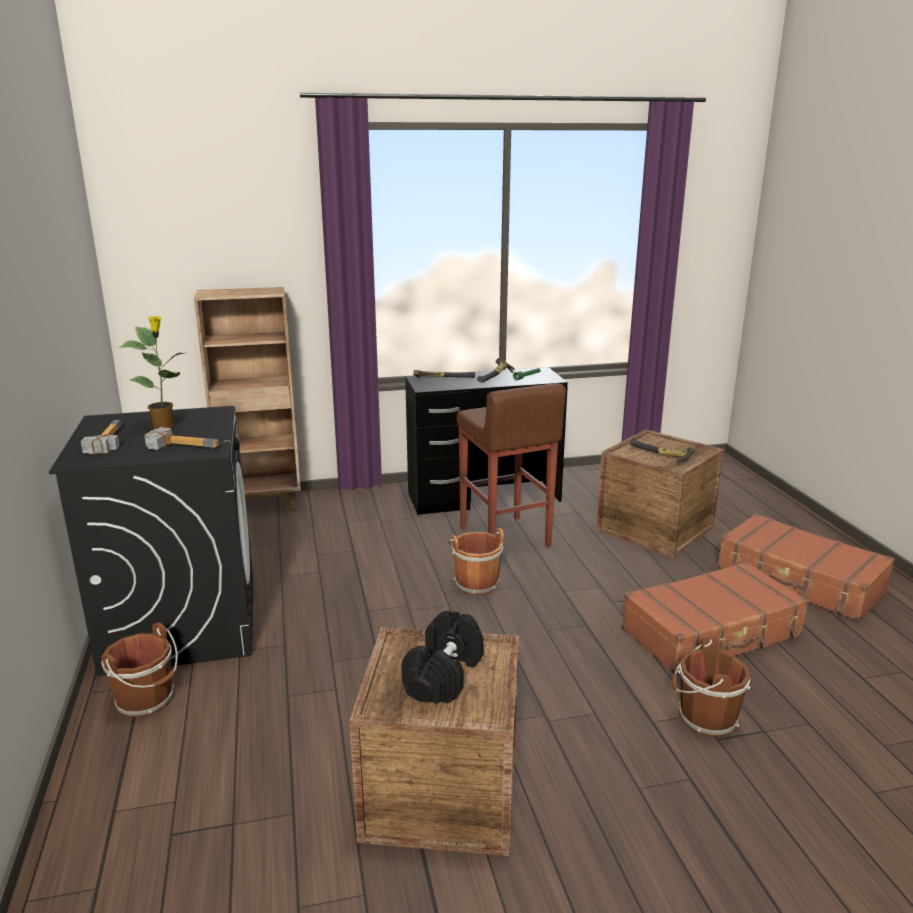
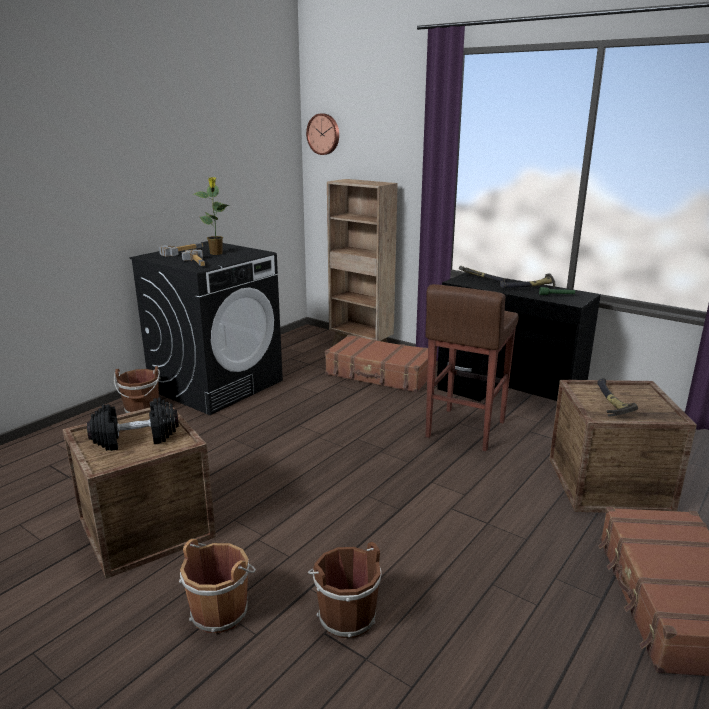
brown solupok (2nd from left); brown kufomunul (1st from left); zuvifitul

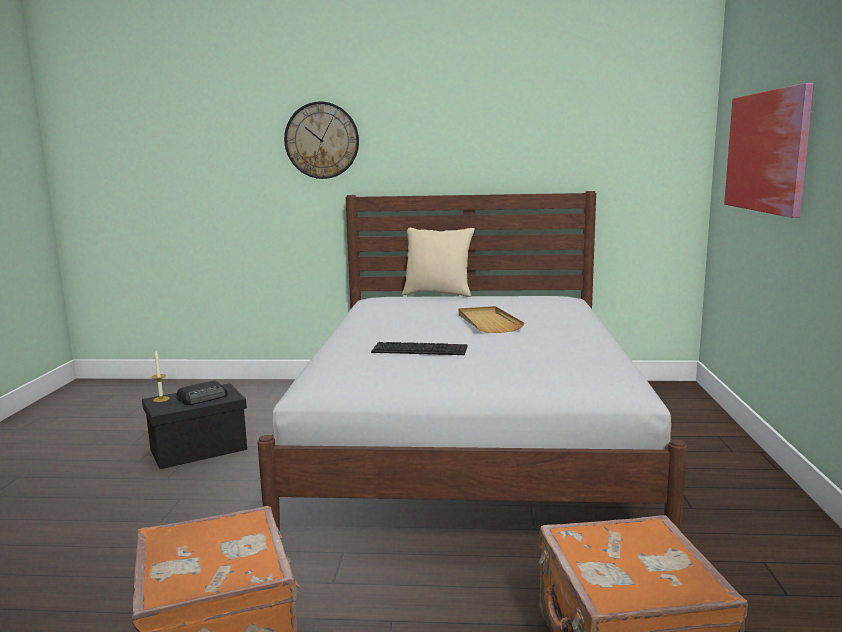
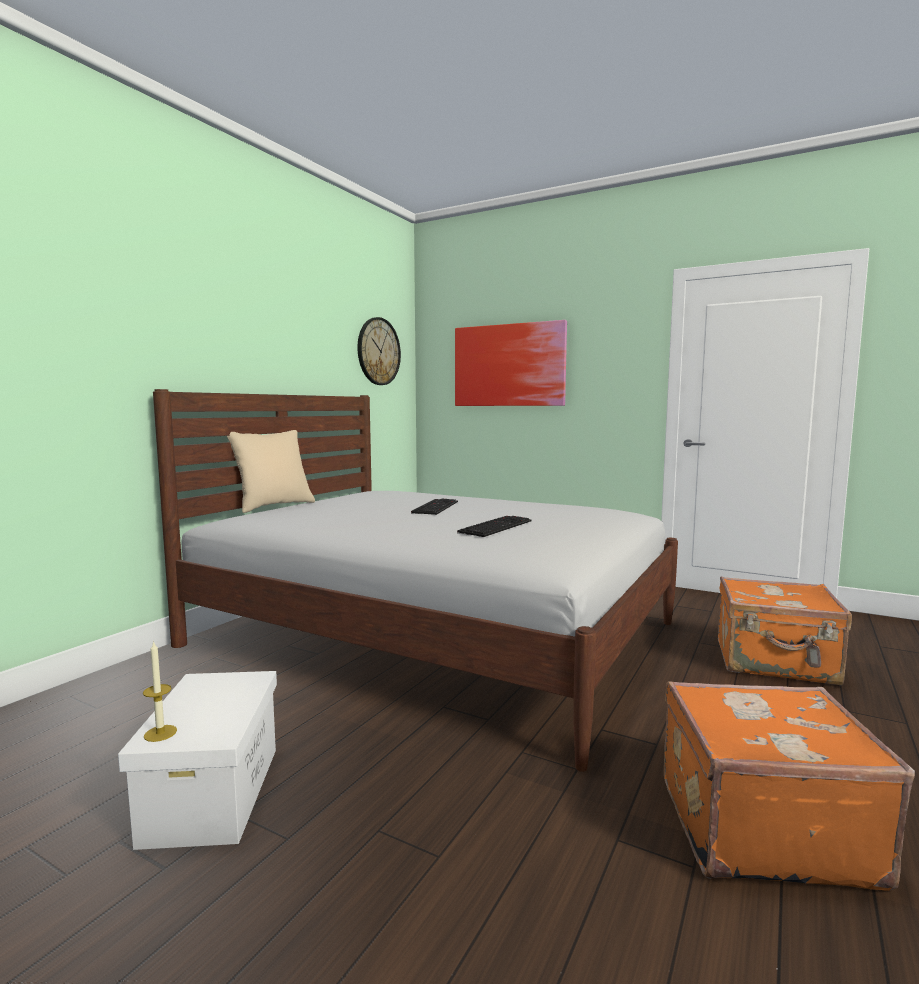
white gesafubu; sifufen; zuvifitul; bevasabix (1st from left)

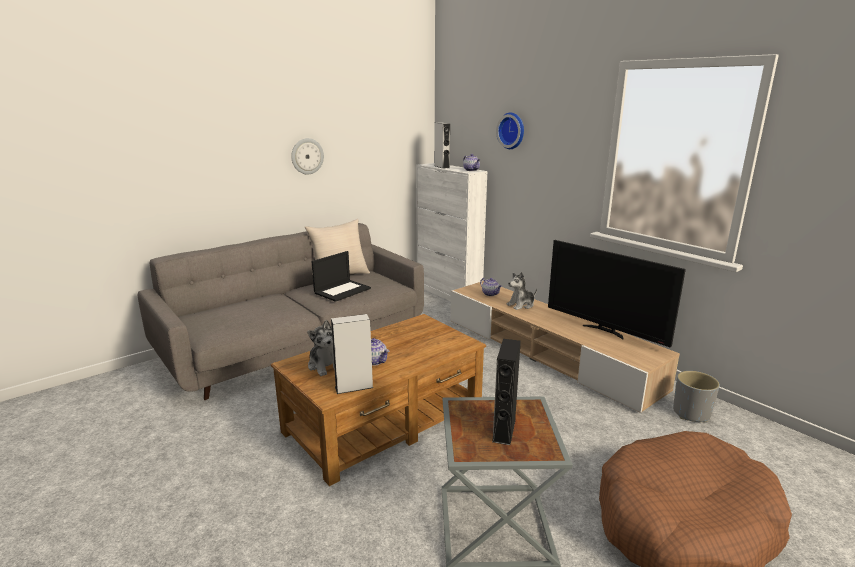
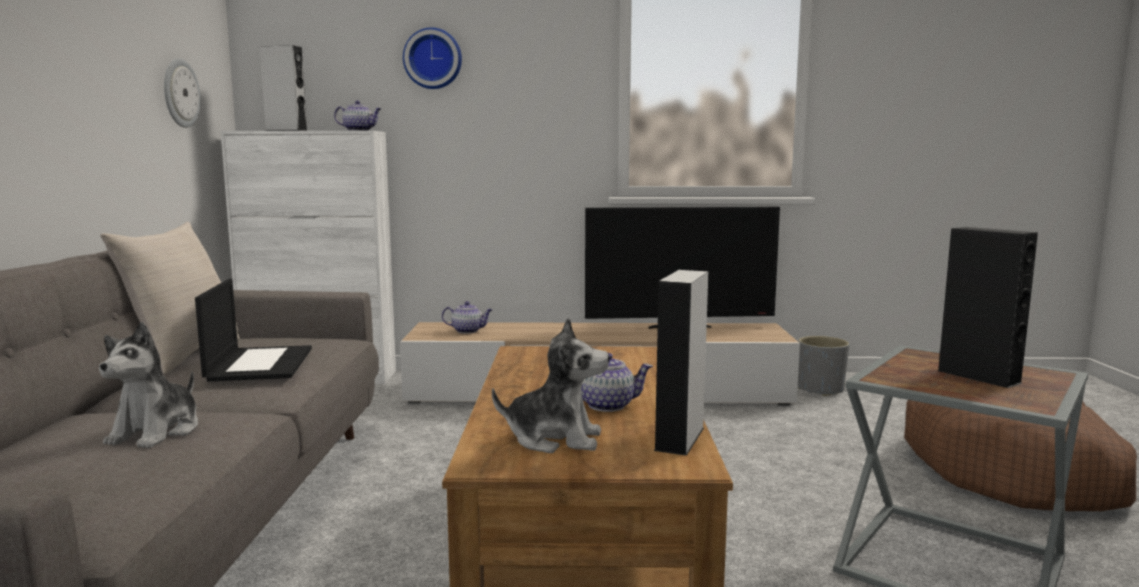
zuvifitul (1st from left); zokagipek (1st from left)

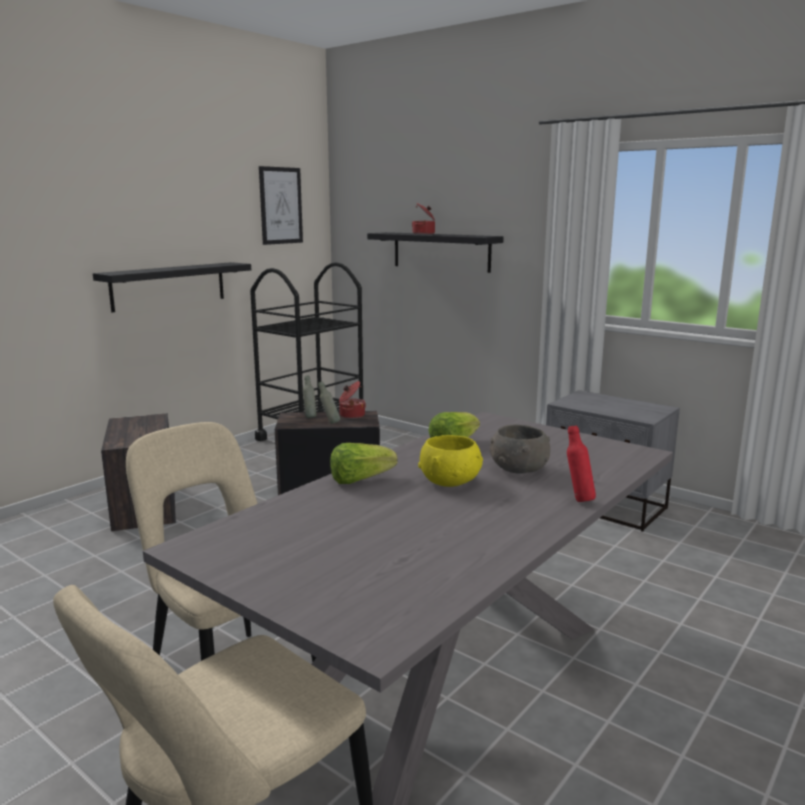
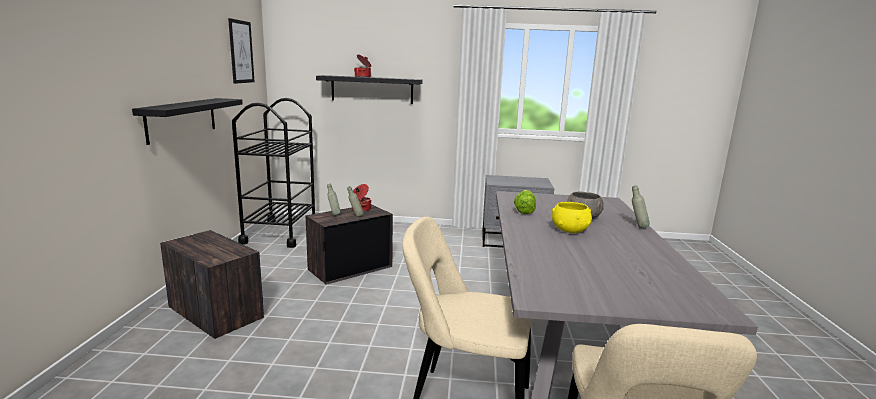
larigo (1st from left in the first image); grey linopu (3rd from left)

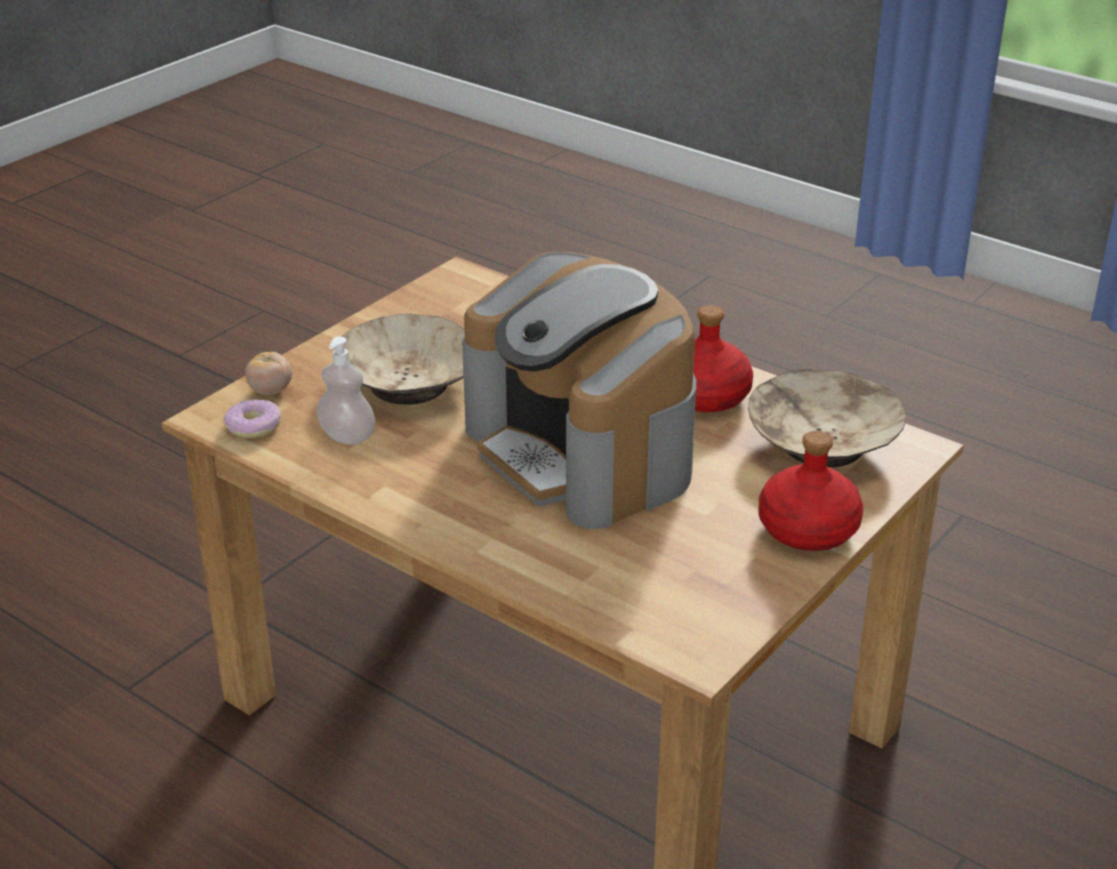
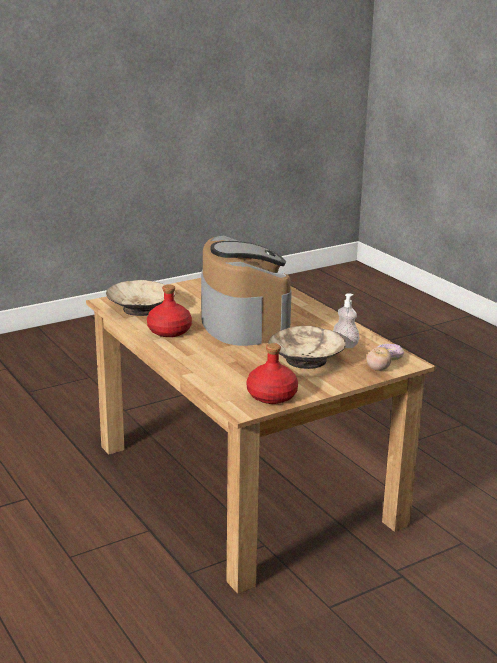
red linopu (2nd from left)

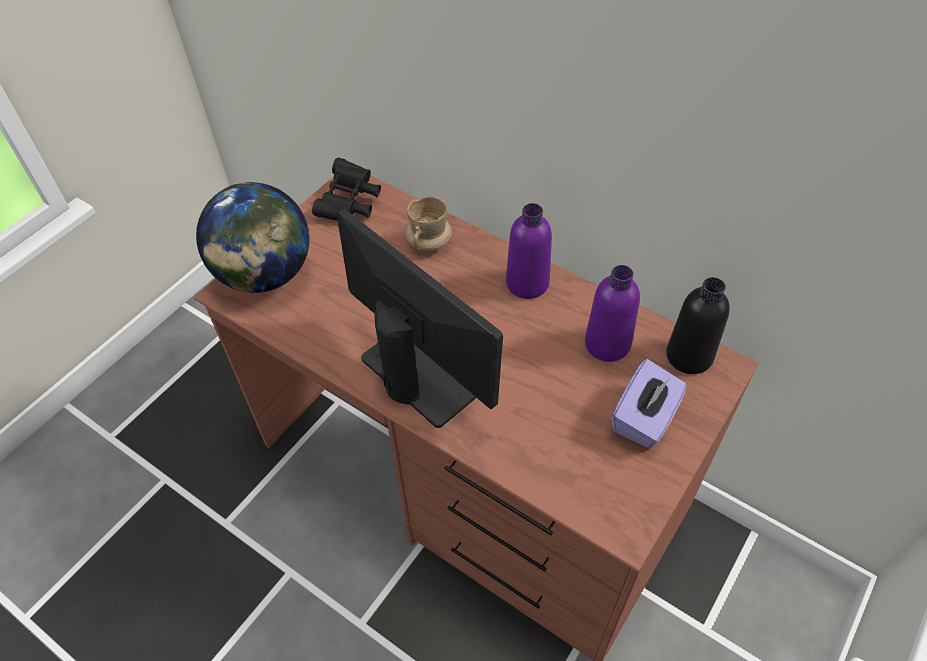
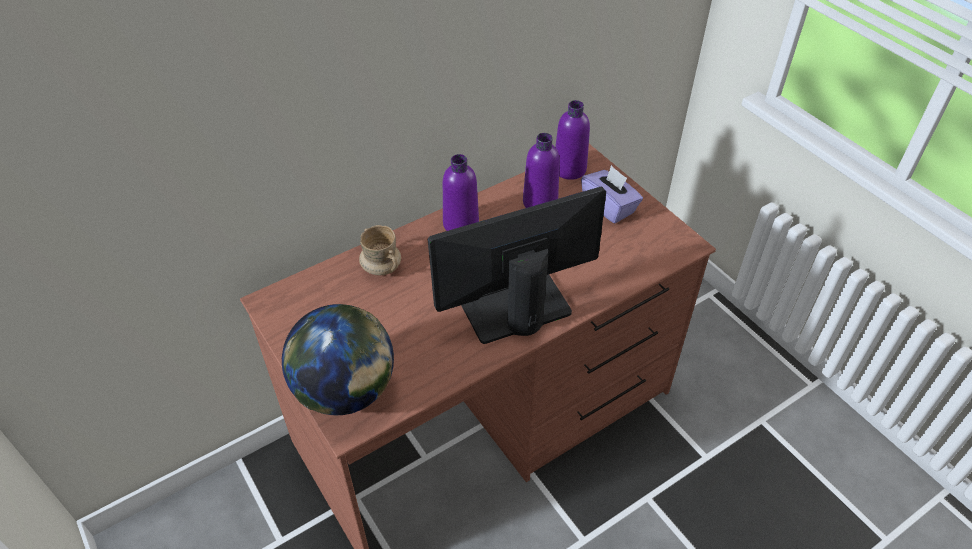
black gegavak; purple linopu (3rd from left)

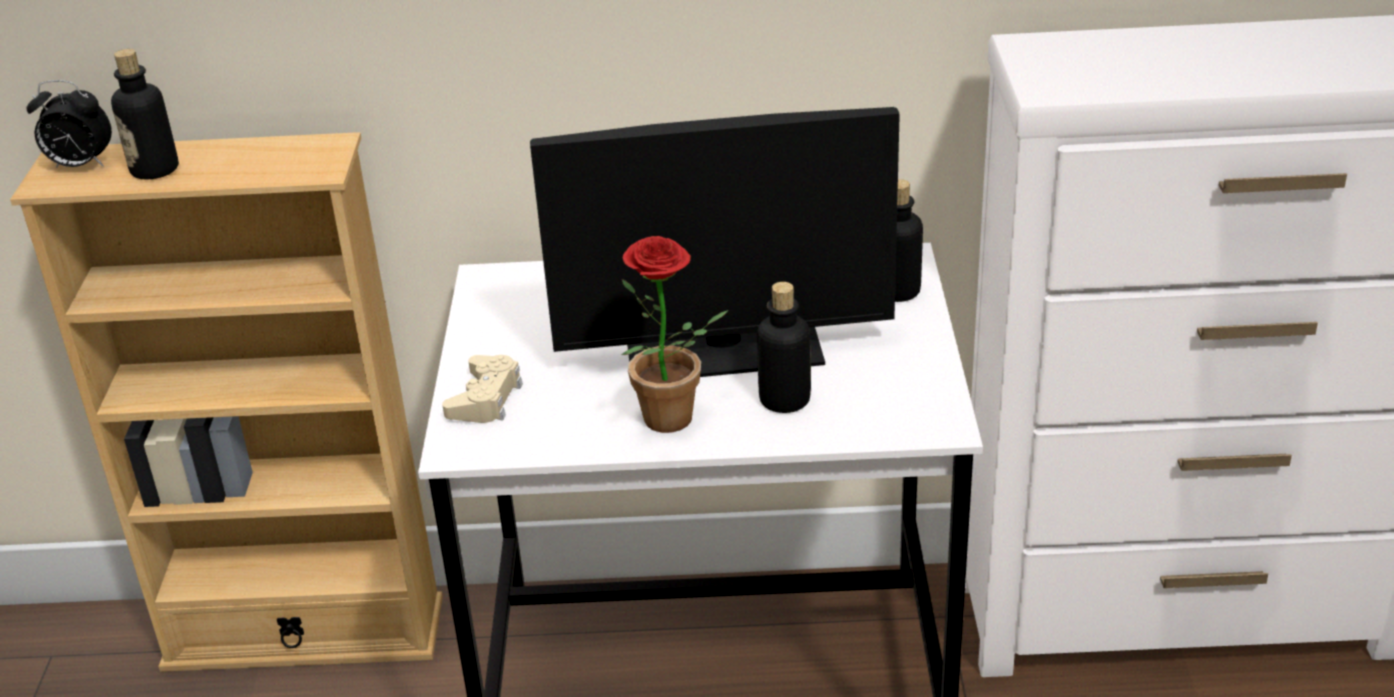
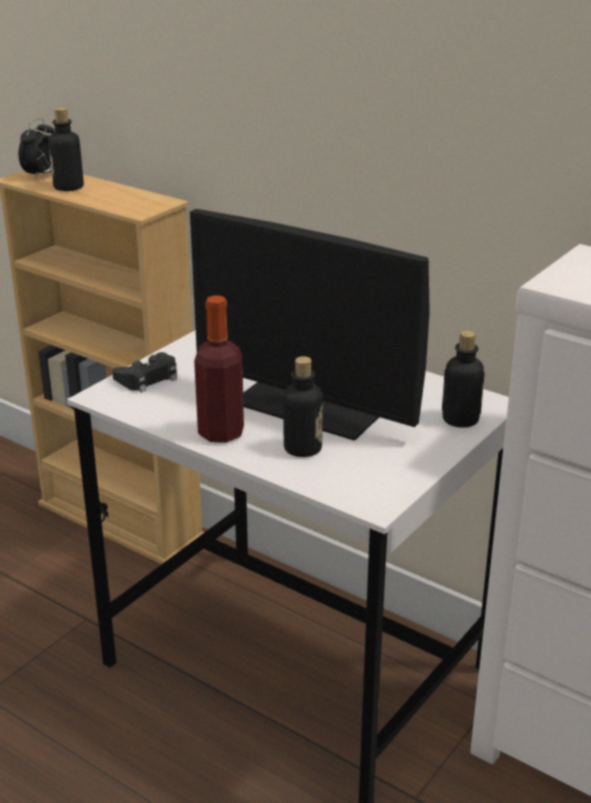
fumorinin; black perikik; linopu (2nd from left)

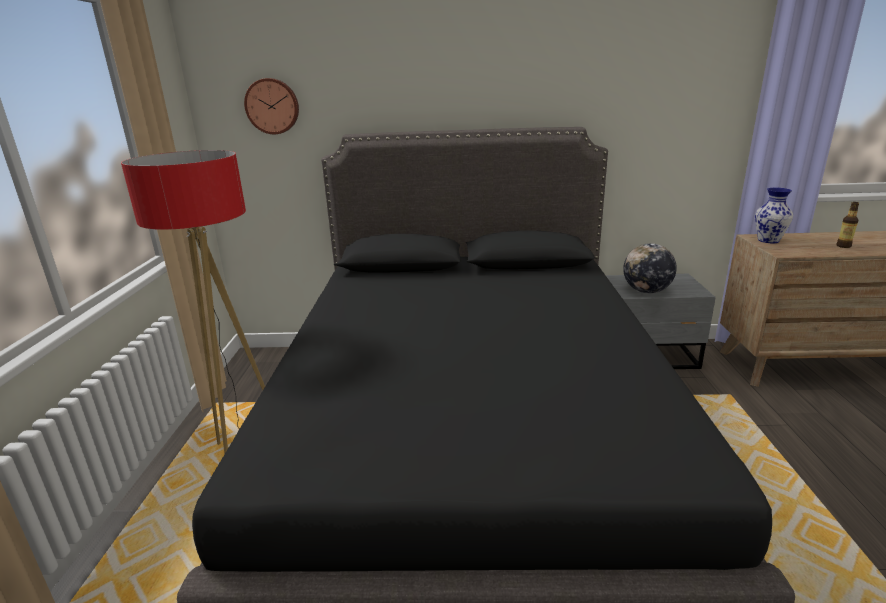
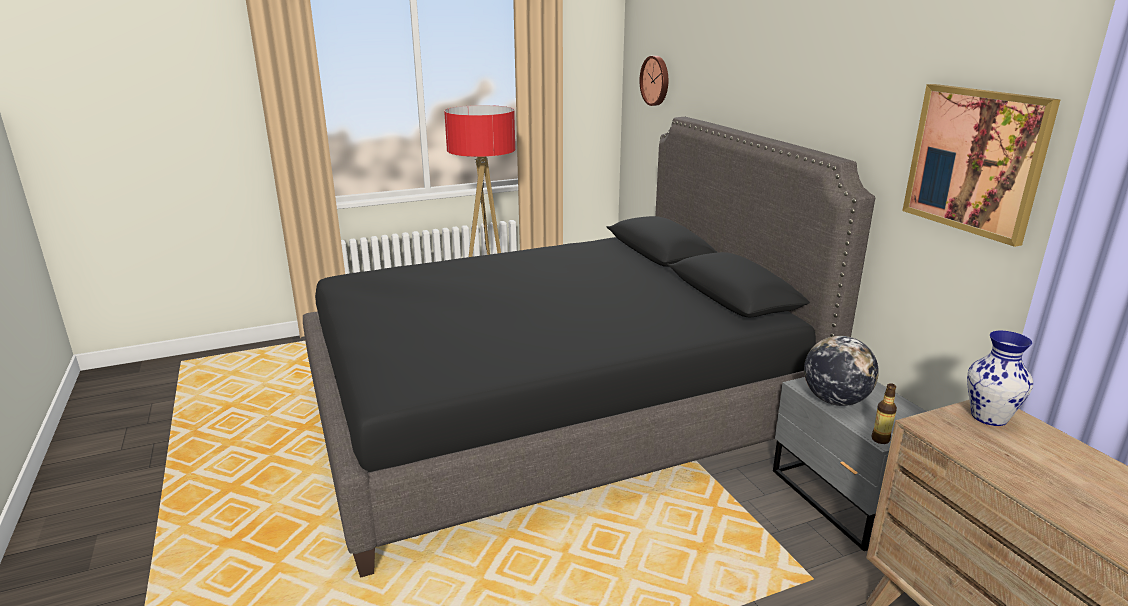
linopu; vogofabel

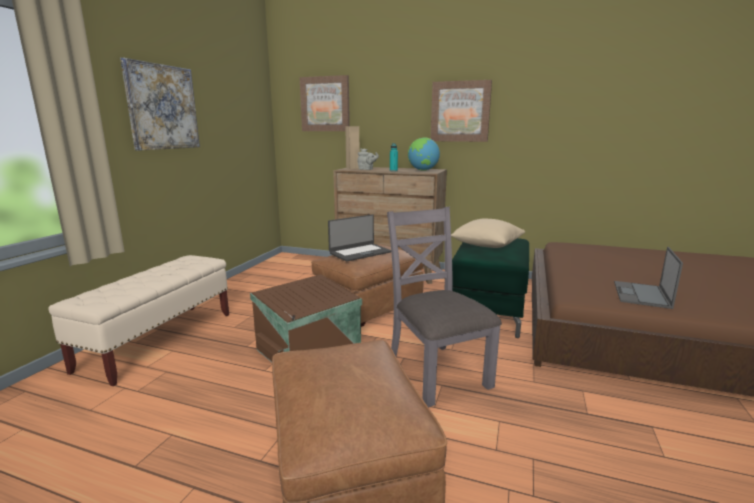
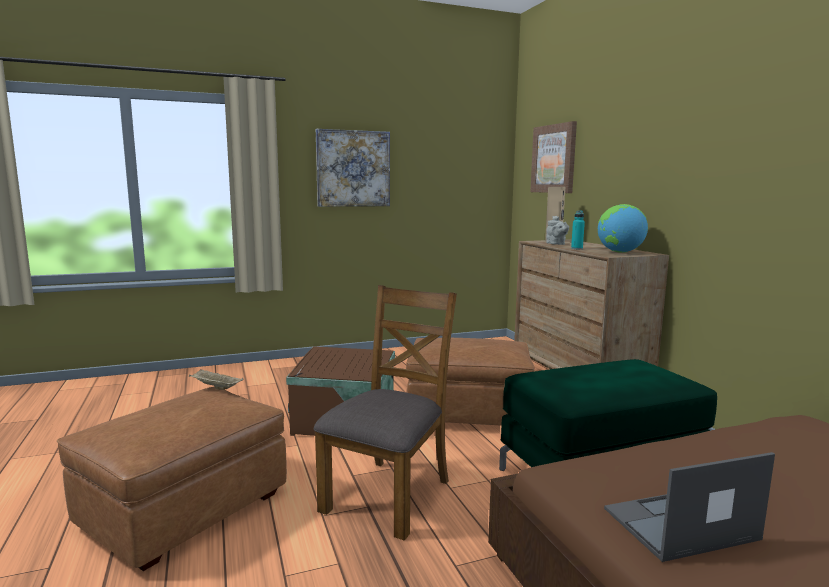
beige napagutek; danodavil (1st from left in the first image); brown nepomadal; vogofabel (3rd from left in the first image); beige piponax; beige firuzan

